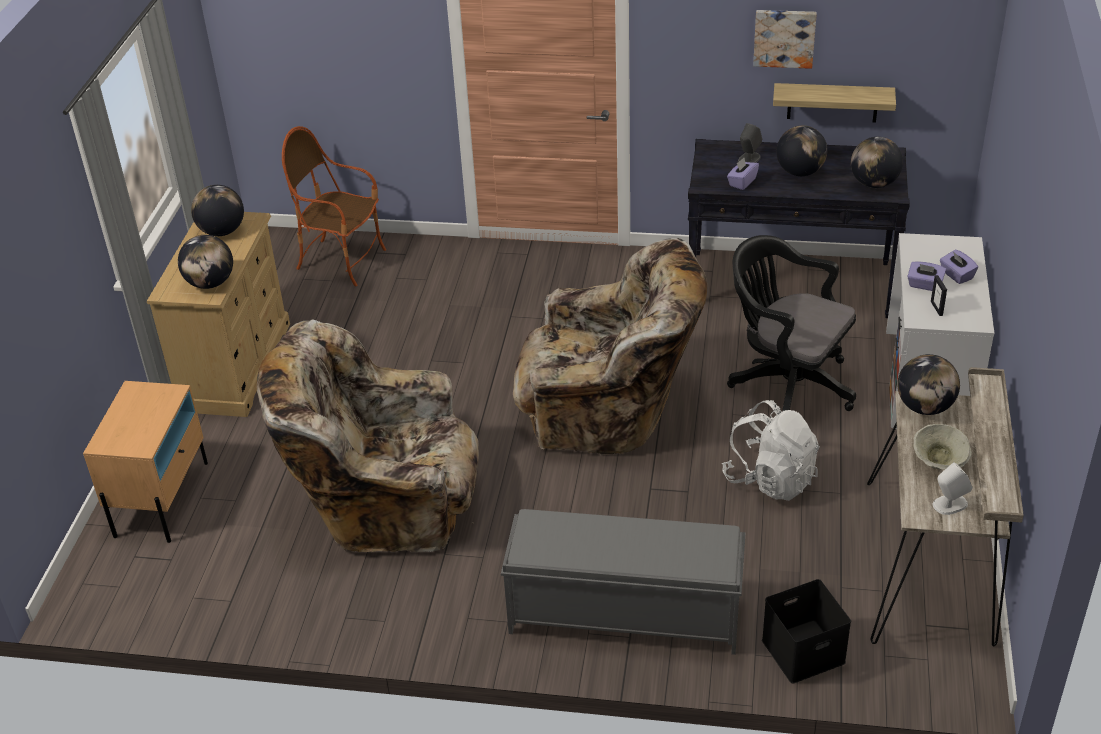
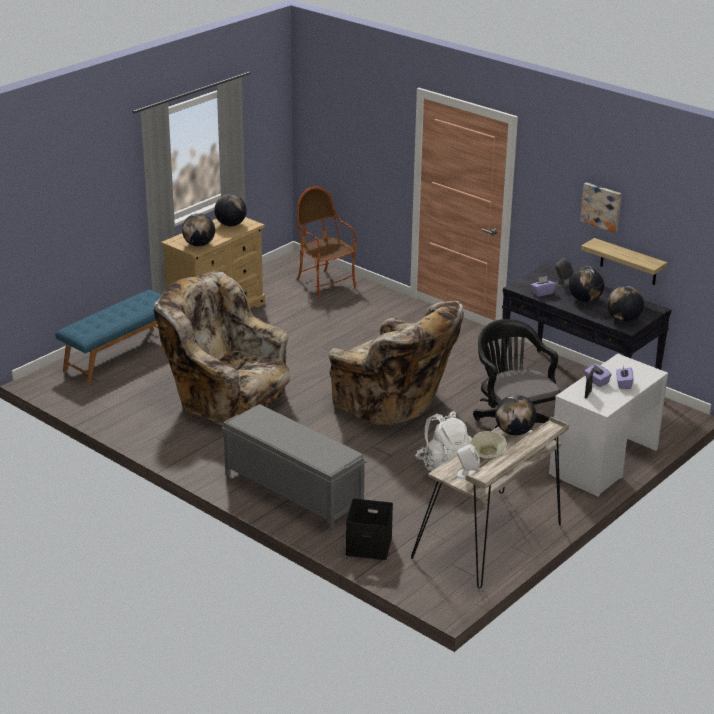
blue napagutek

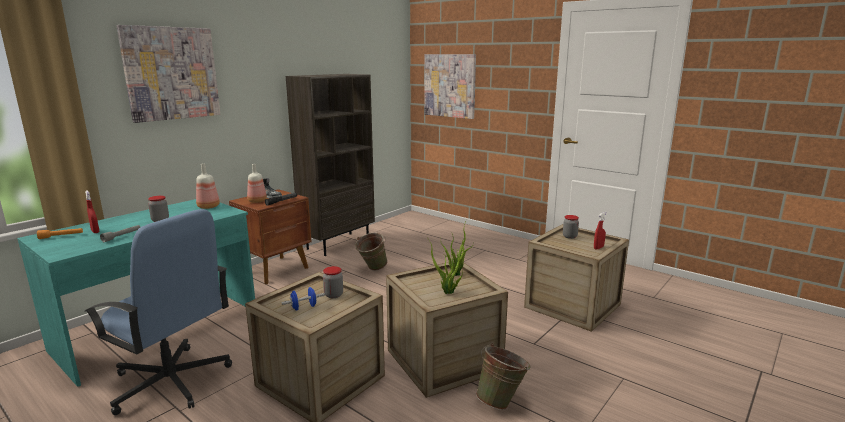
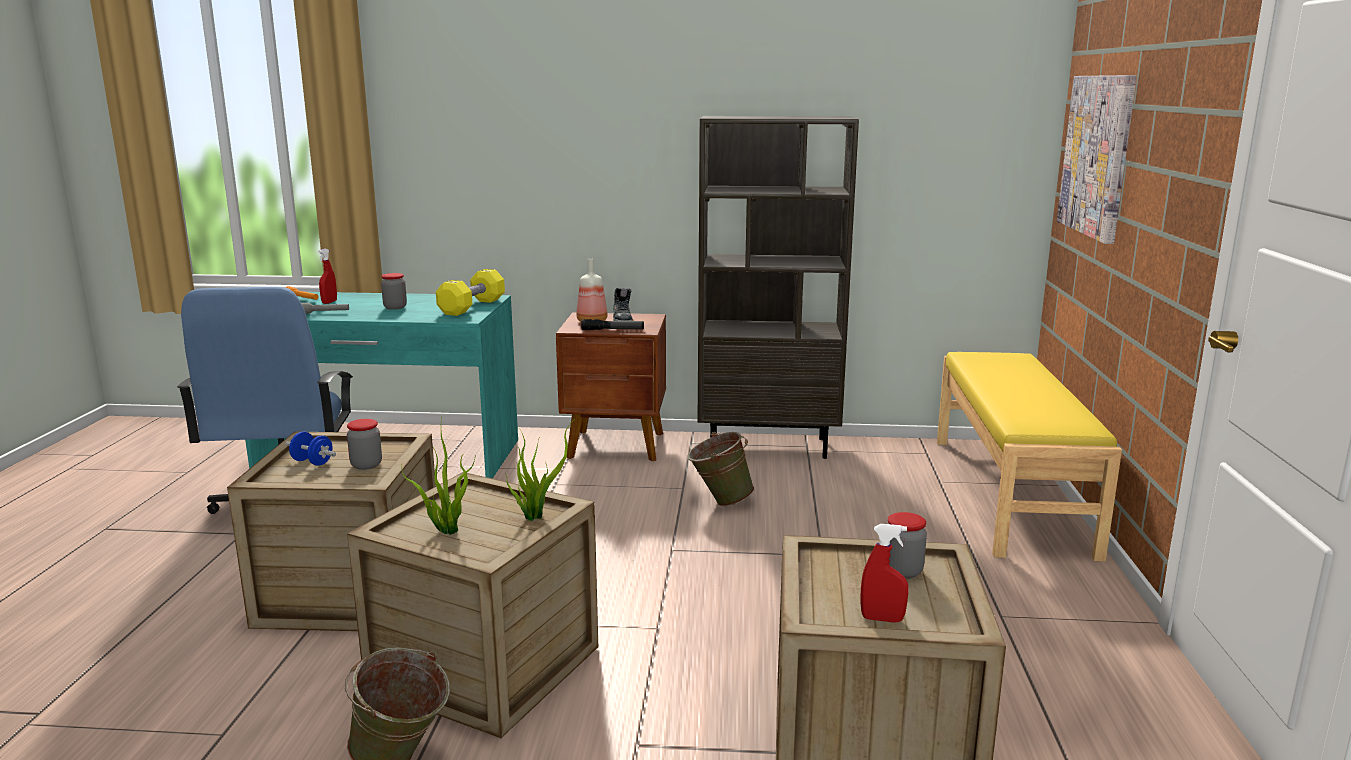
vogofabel (1st from left in the first image); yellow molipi; yellow napagutek

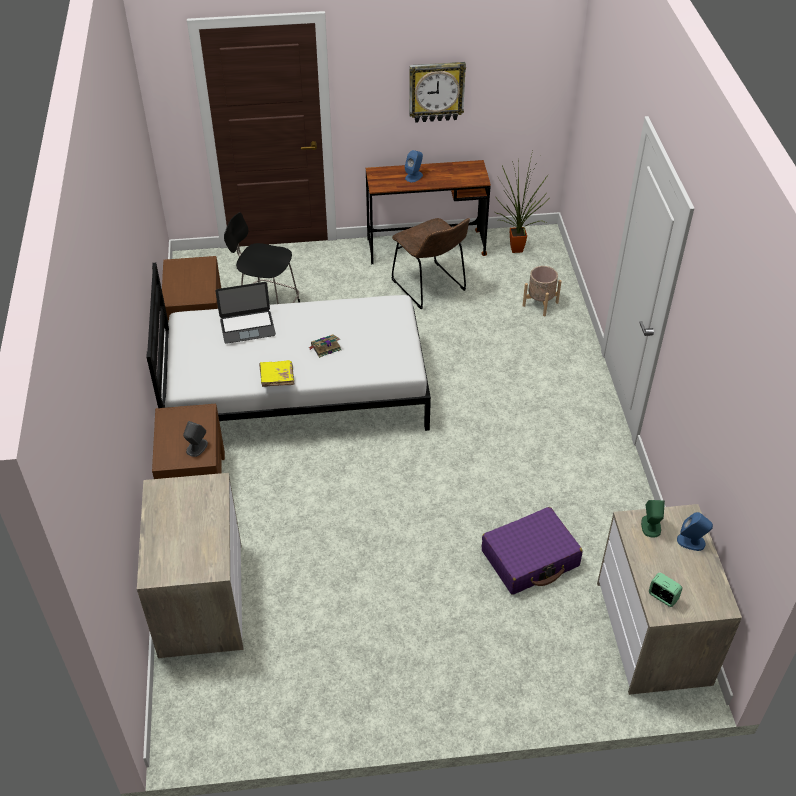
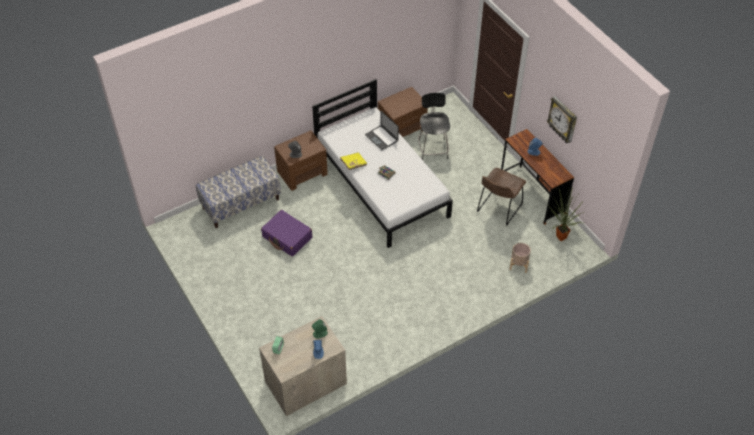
napagutek; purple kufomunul

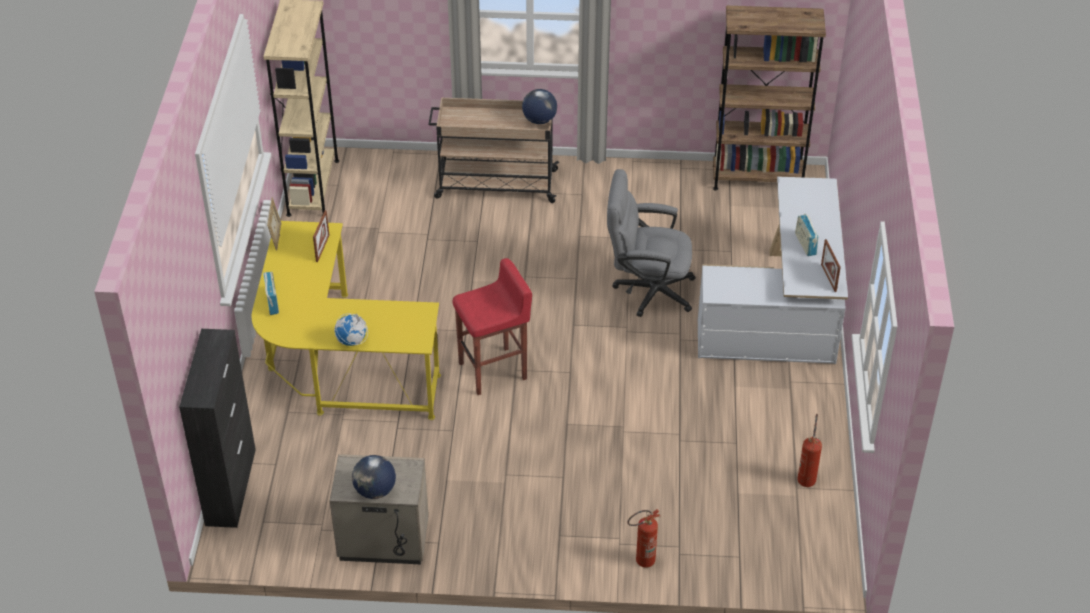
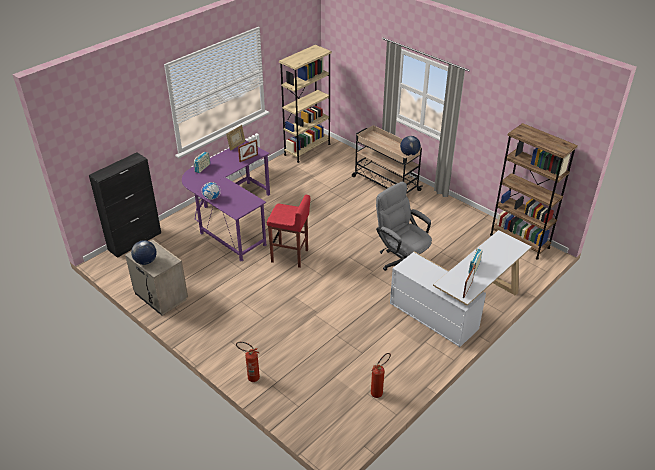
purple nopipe

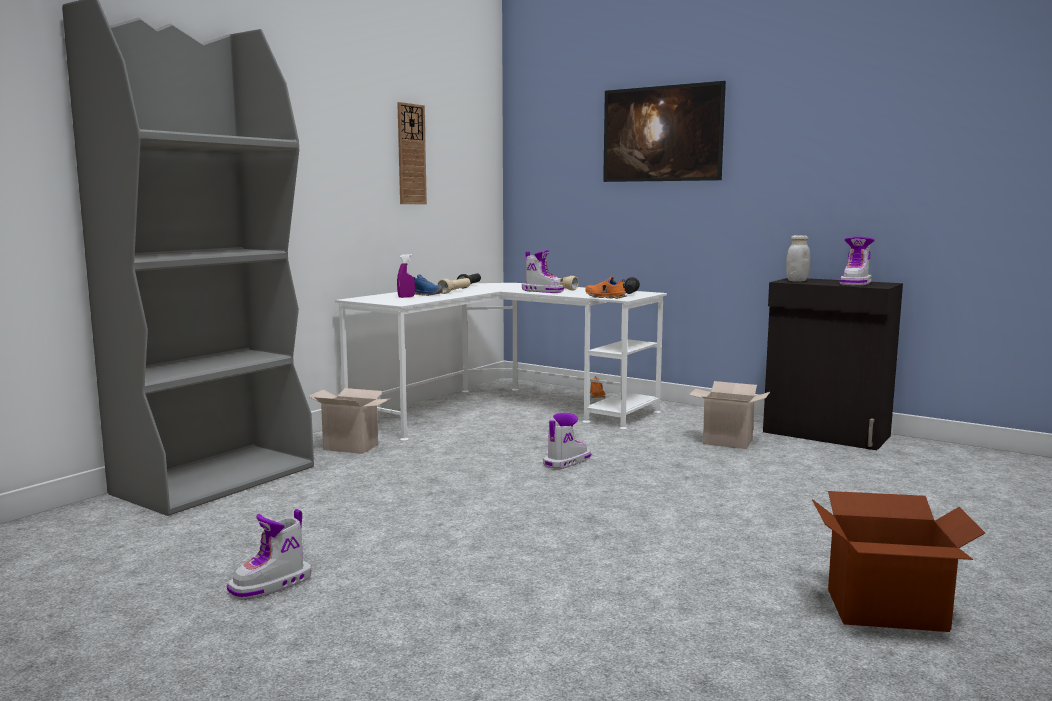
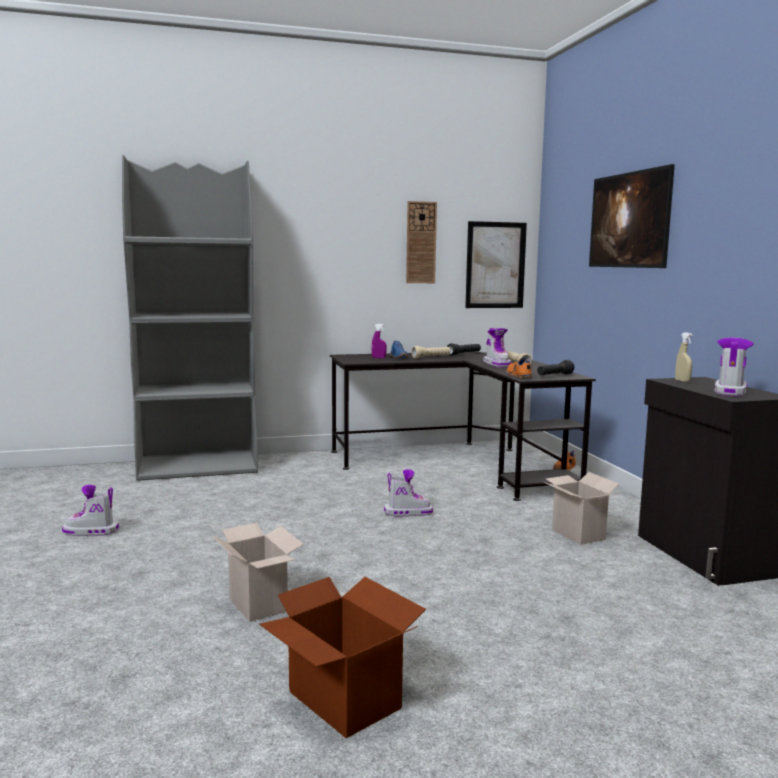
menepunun (1st from left); black nopipe; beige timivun; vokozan (4th from left); vogofabel (1st from left)

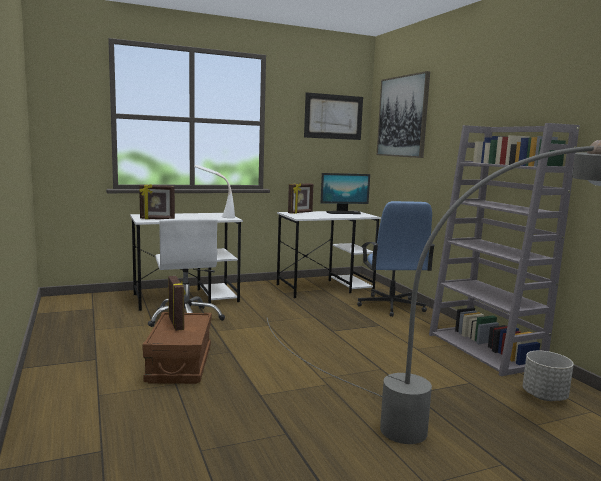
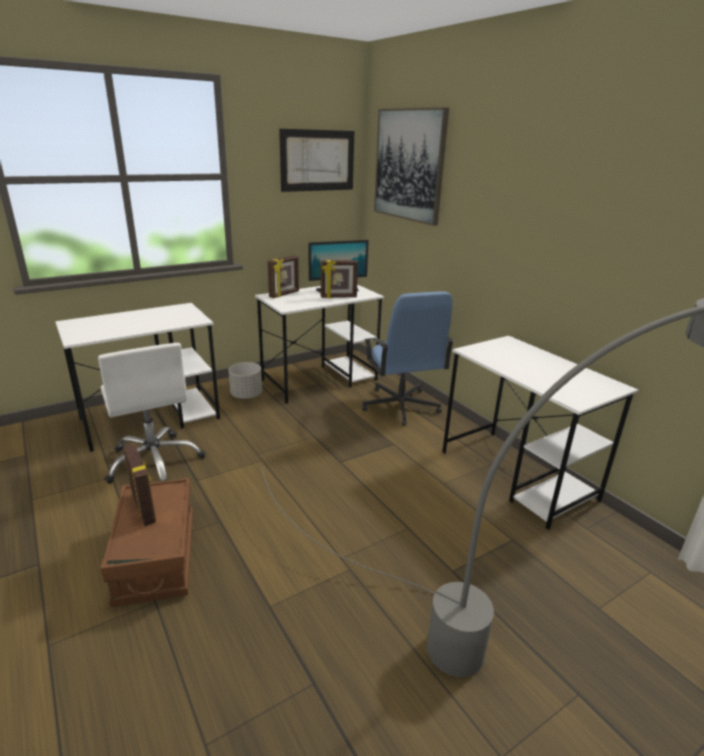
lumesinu (3rd from left); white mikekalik; white nopipe (3rd from left); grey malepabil

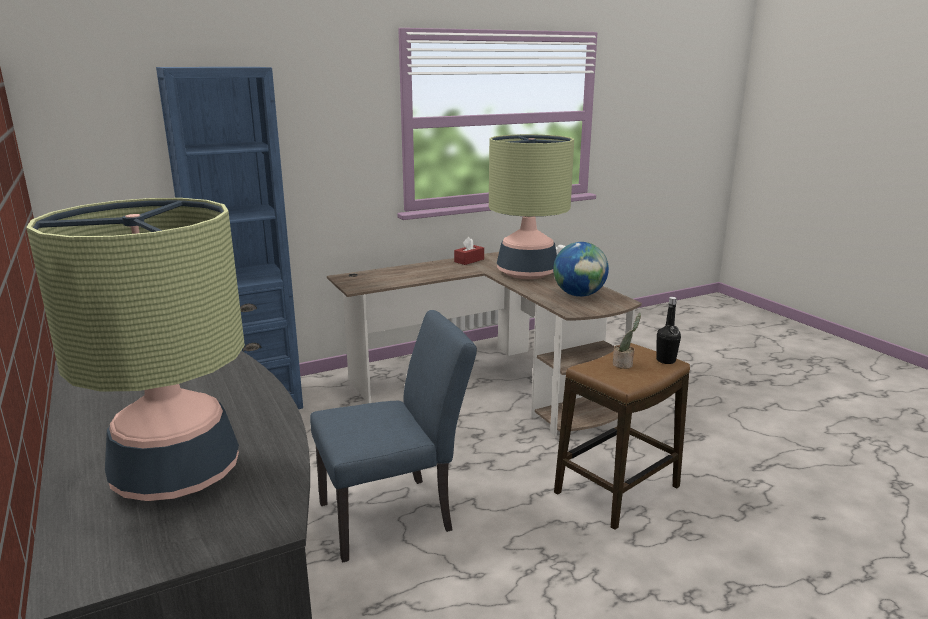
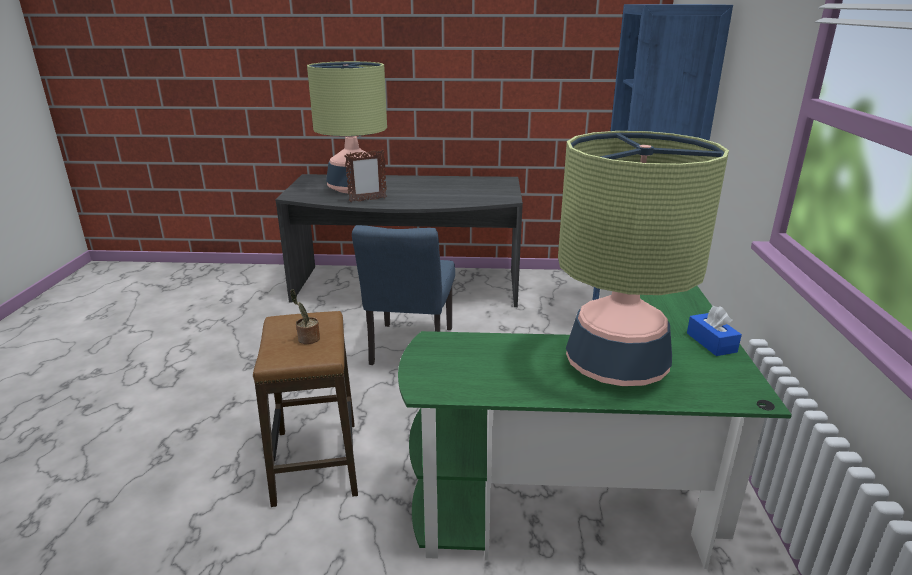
green nopipe; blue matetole; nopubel; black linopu; lumesinu

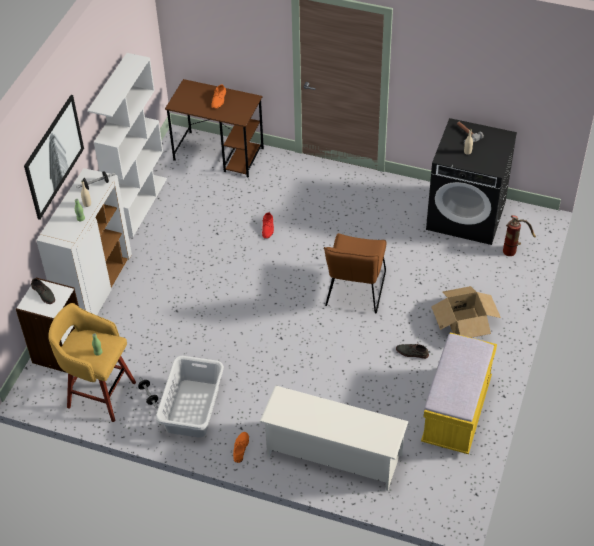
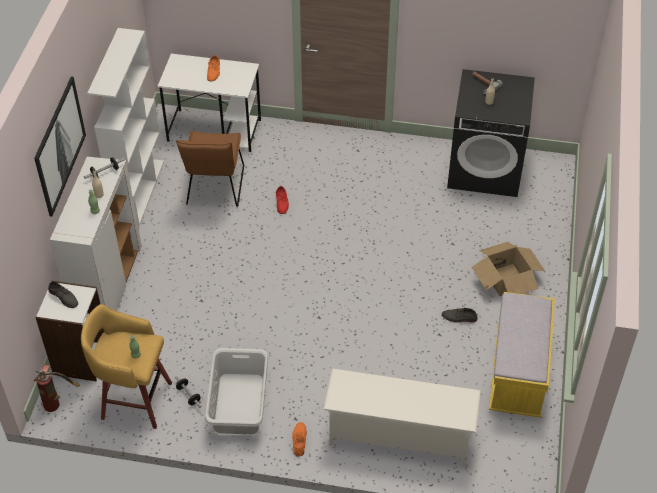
white nopipe; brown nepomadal; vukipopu

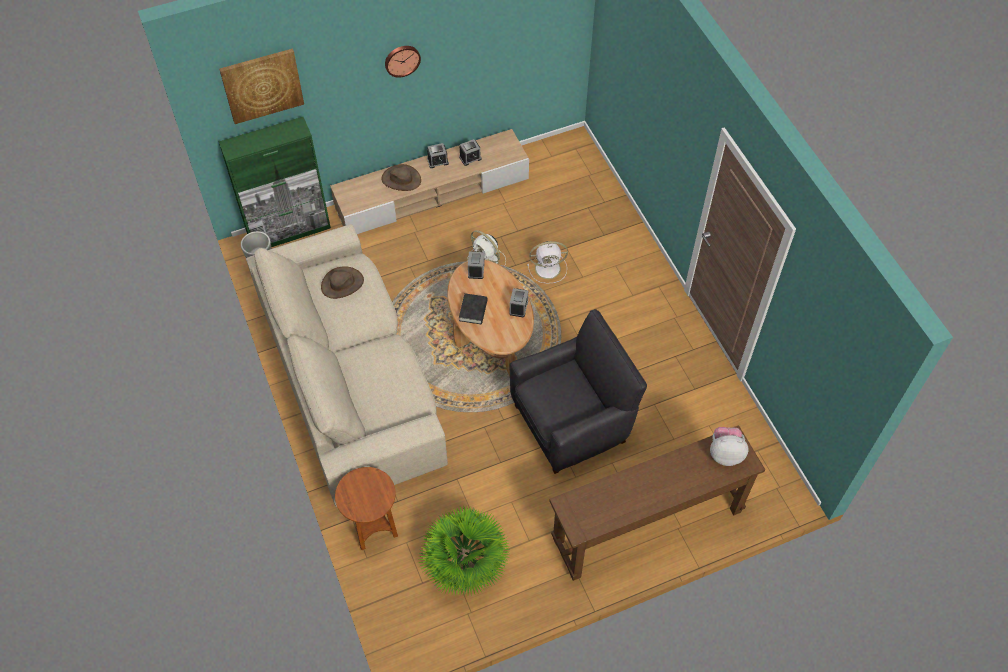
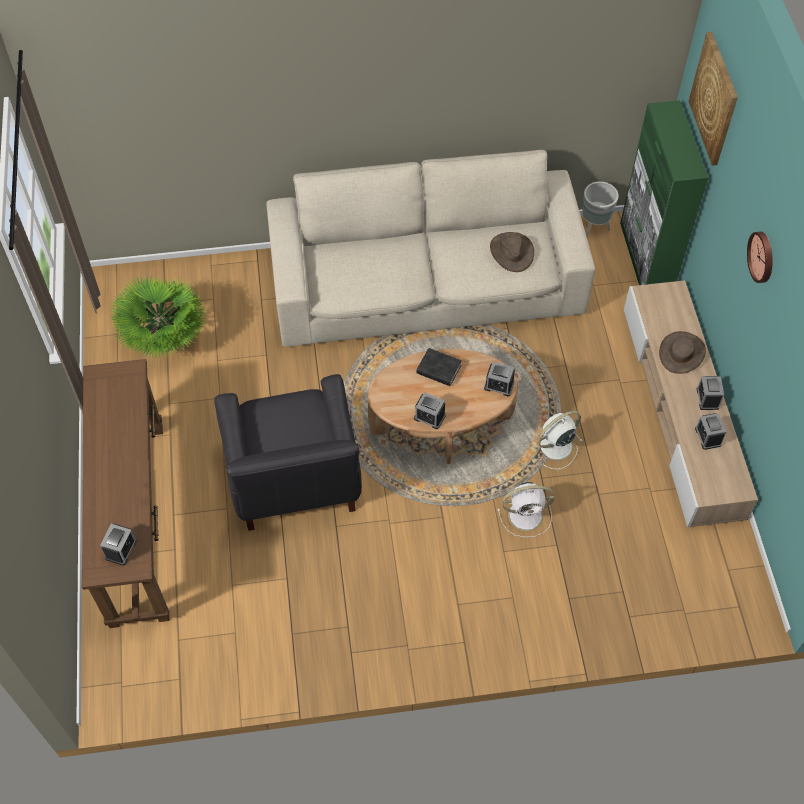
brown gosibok; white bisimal (1st from left); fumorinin (1st from left)

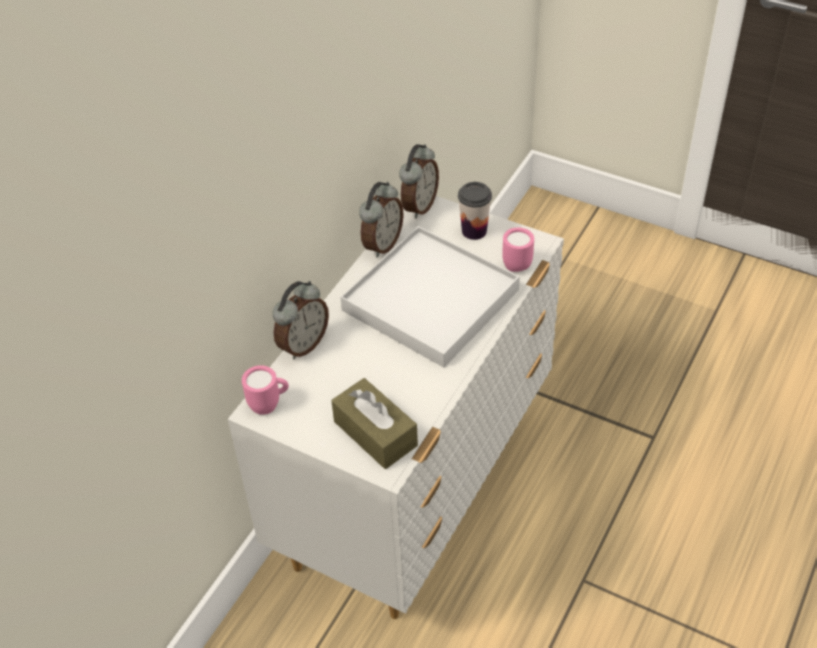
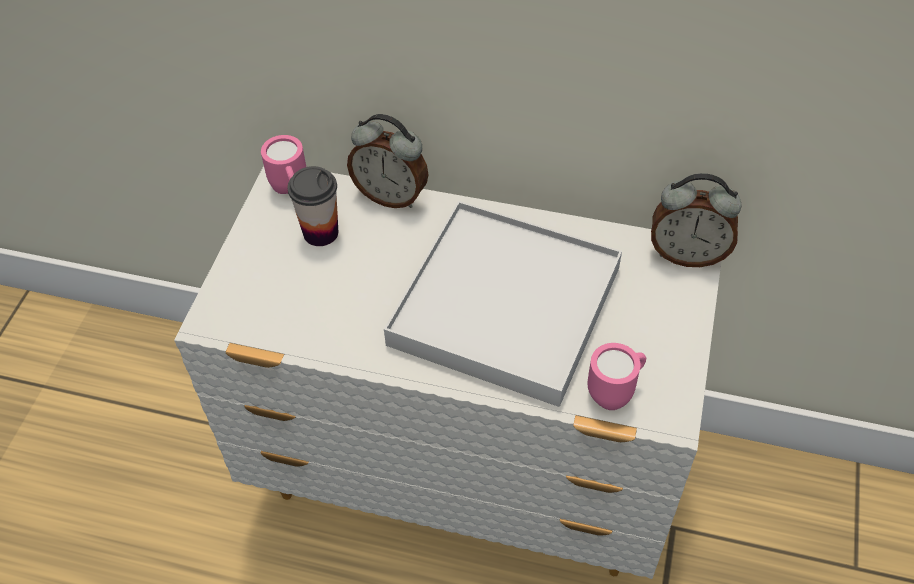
brown matetole; fumorinin (2nd from left in the first image); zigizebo

